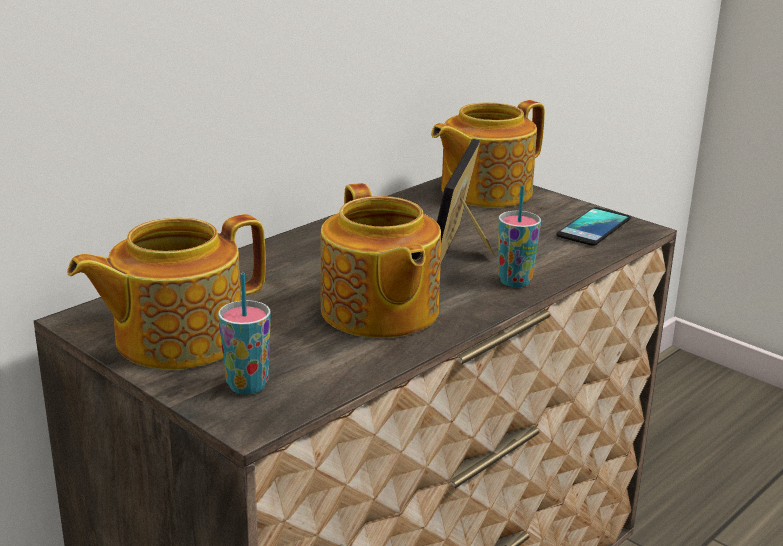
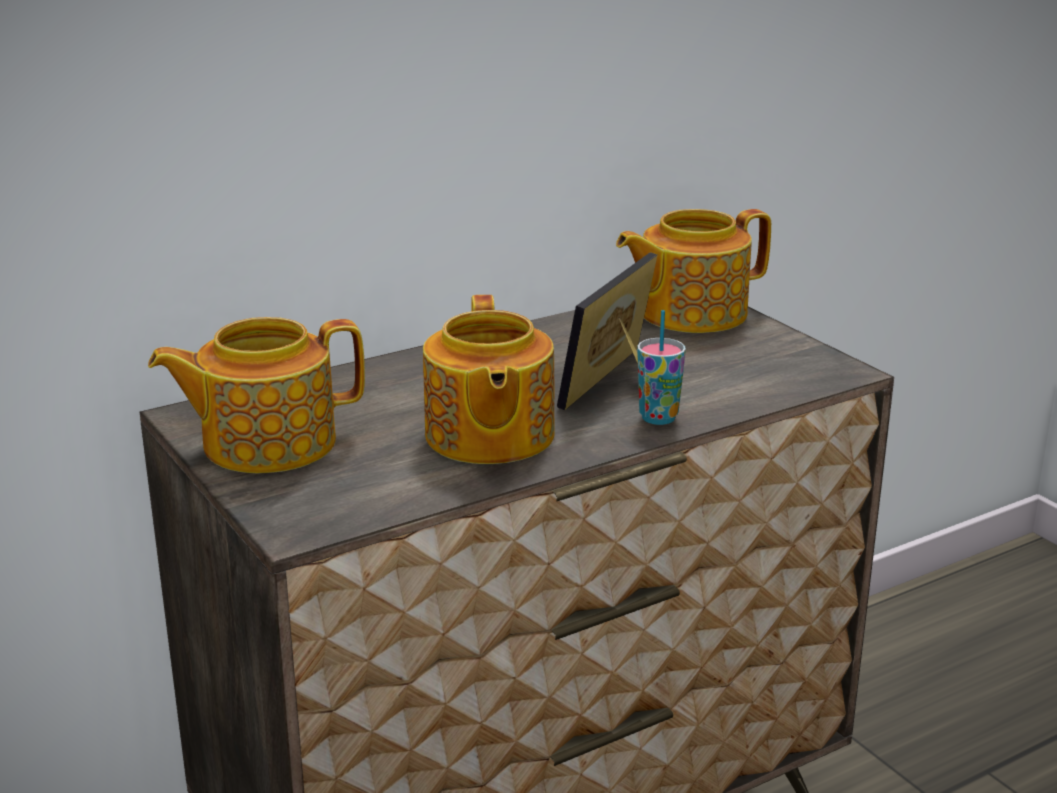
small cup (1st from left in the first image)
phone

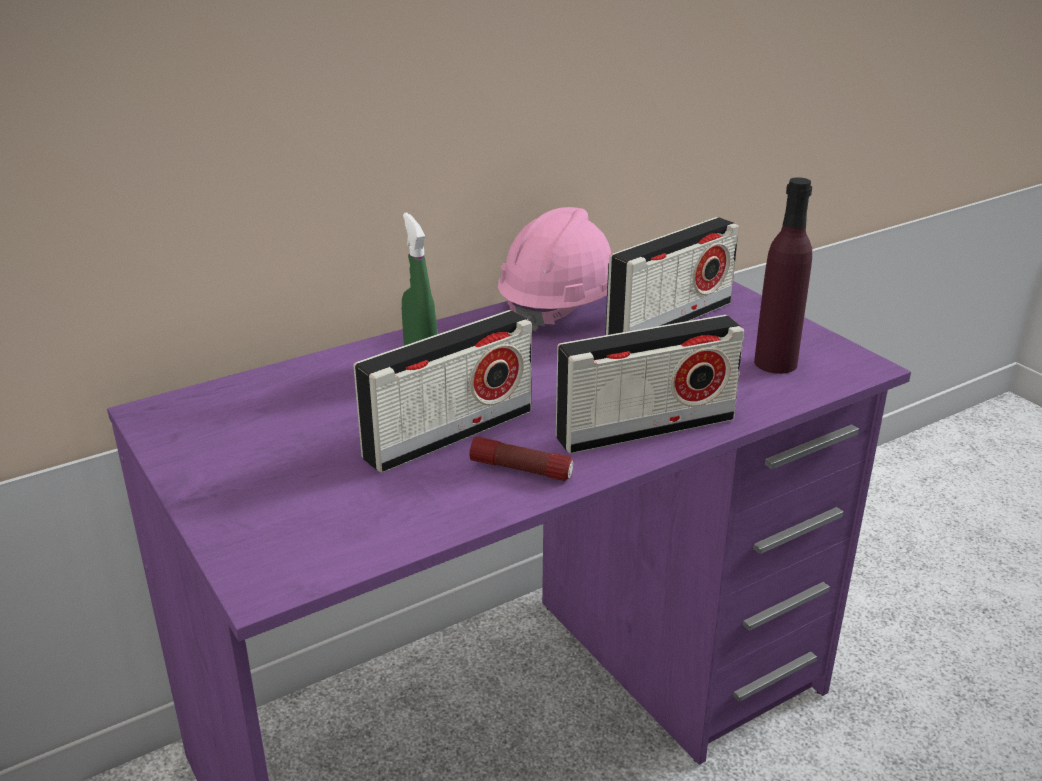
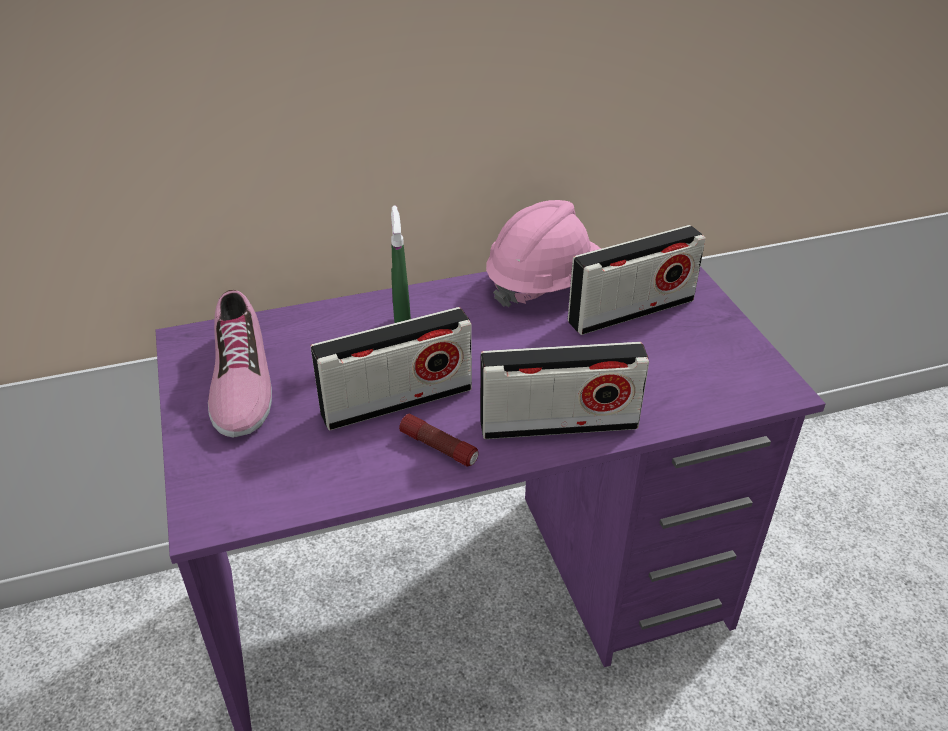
purple-coloured bottle
shoe

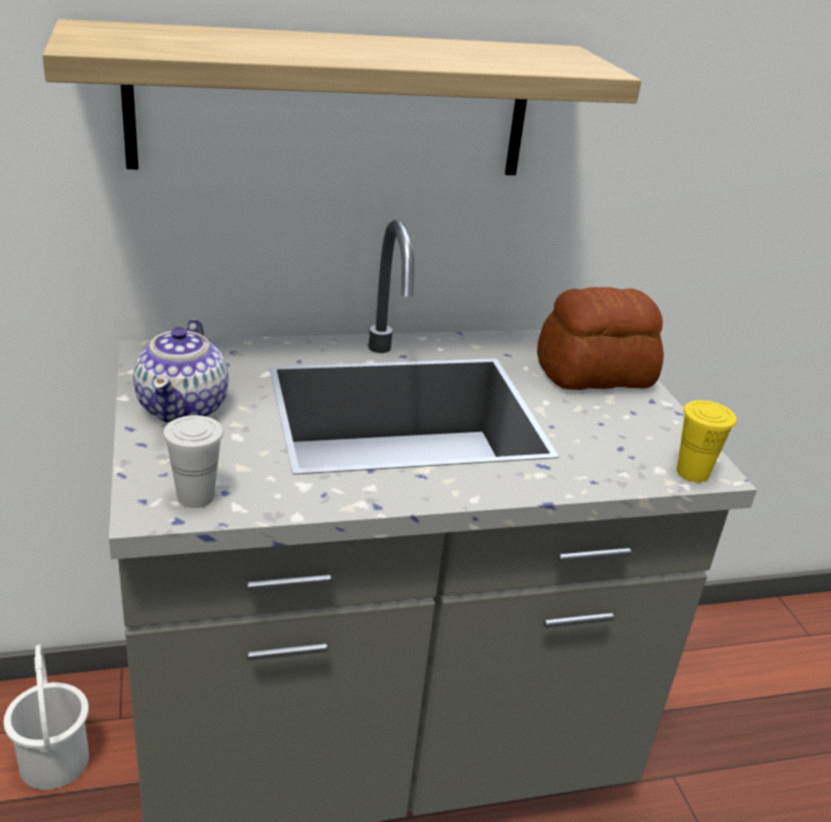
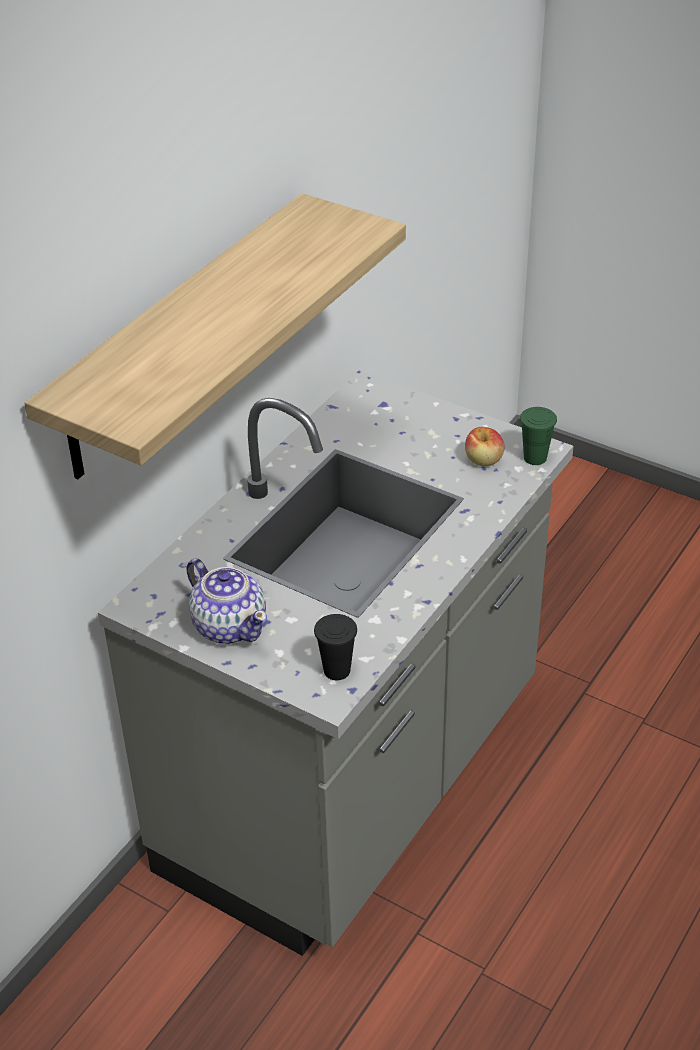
white pail
baked bread
apple
black-coloured small cup
greenish small cup

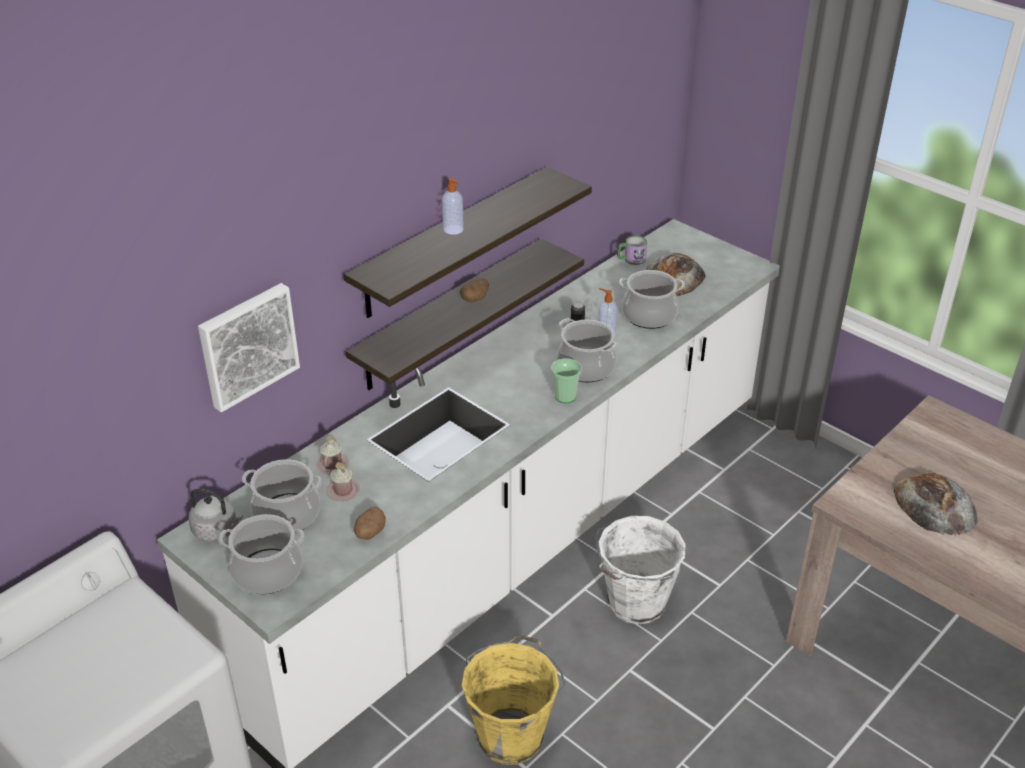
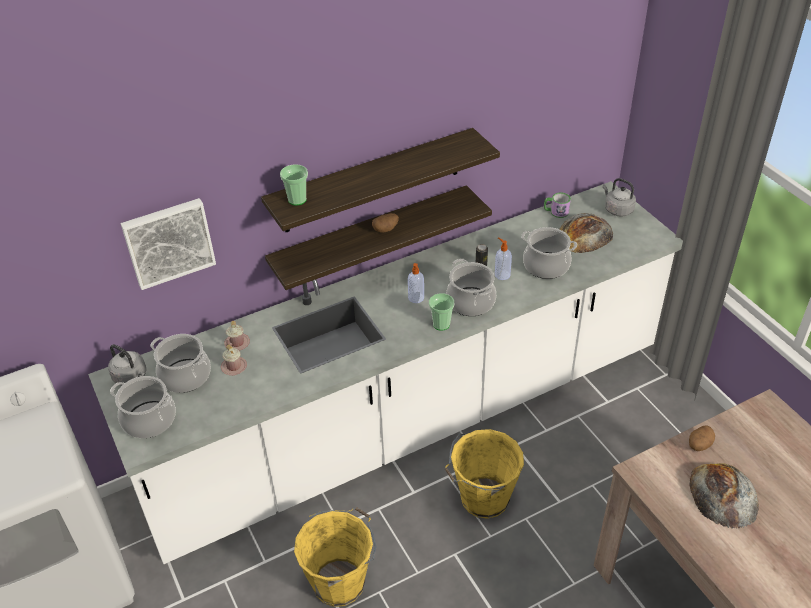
small cup (1st from left)
gray kettle (2nd from left)
spud (2nd from left)
soap bottle (1st from left)
yellow-coloured pail (2nd from left)

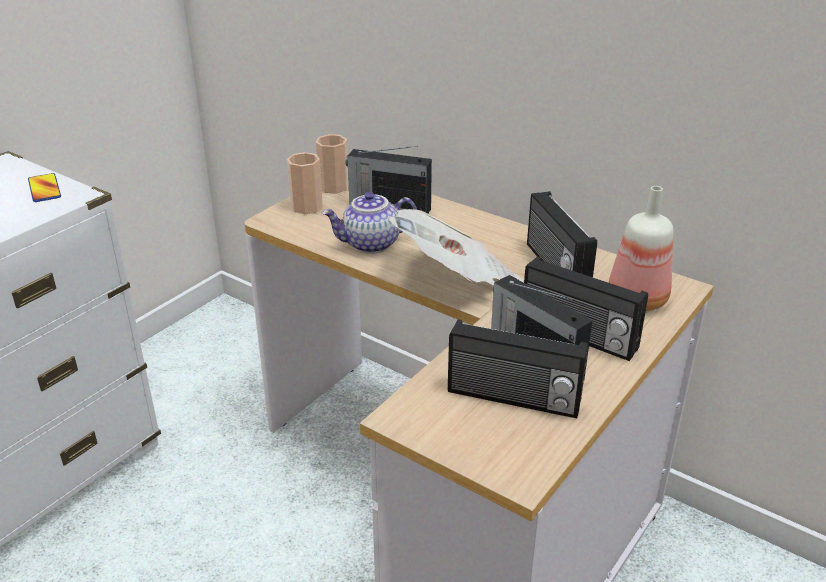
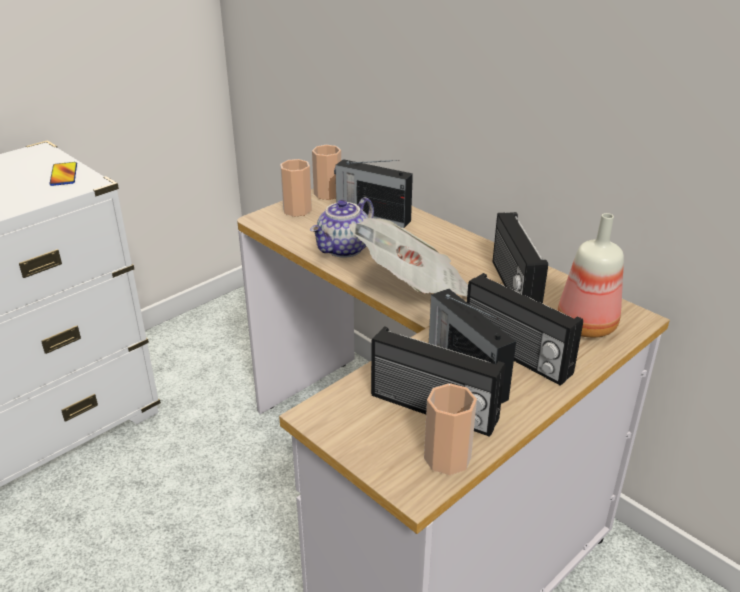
small cup (3rd from left)
pot for tea

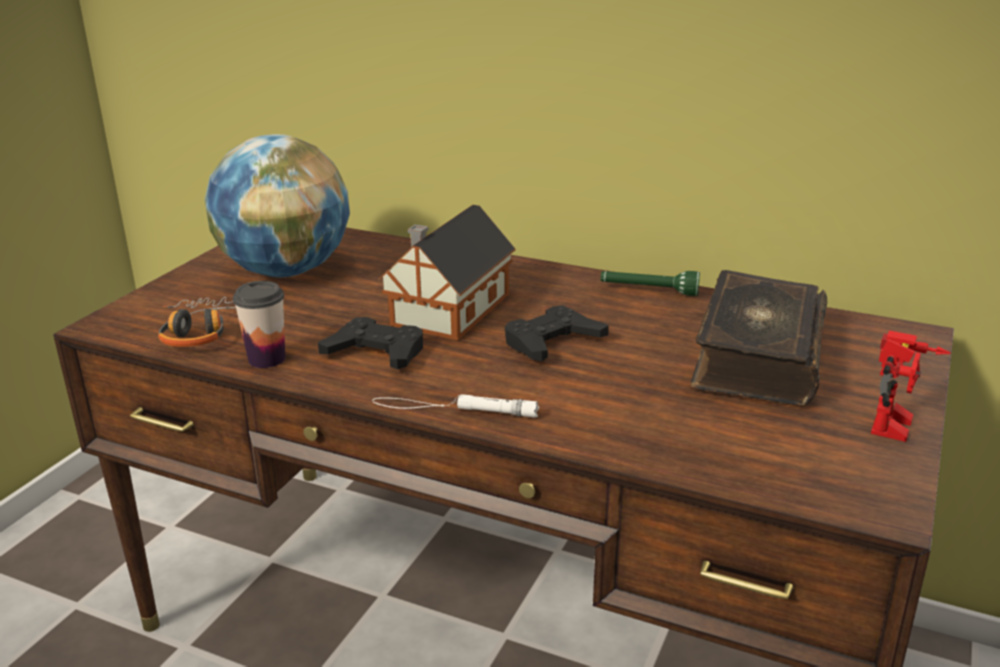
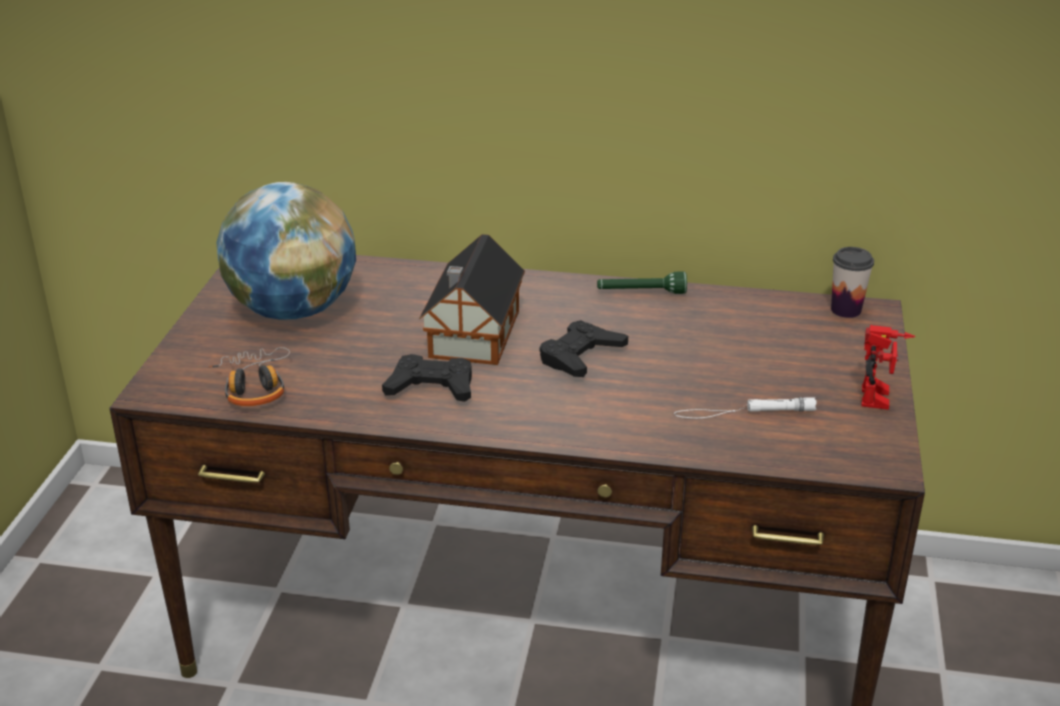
volume
small cup
white torch

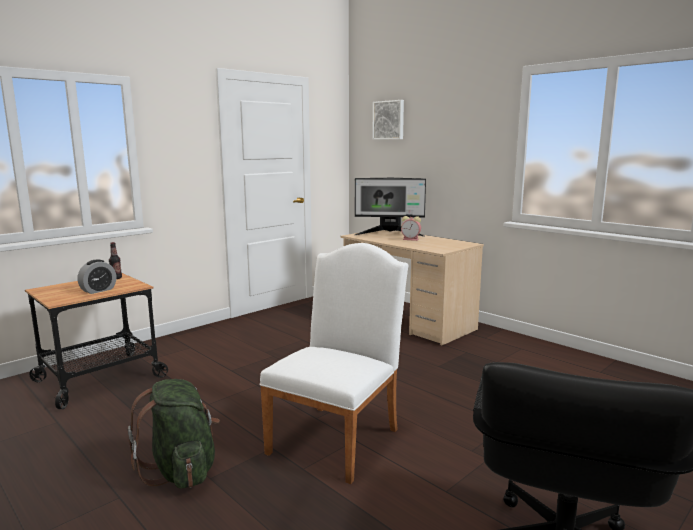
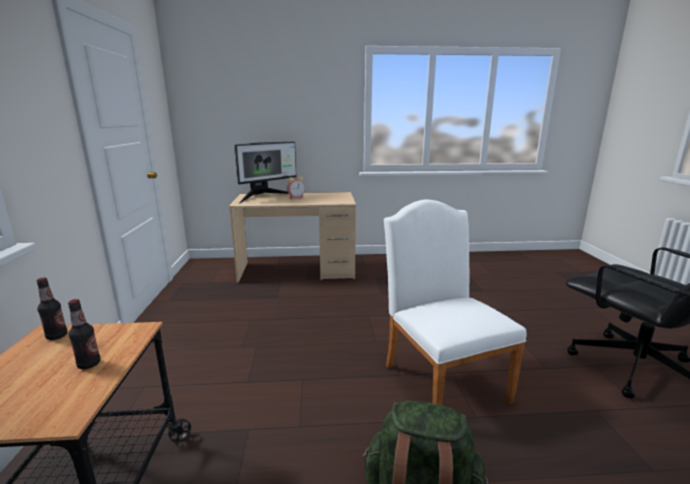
wall picture
bottle (2nd from left)

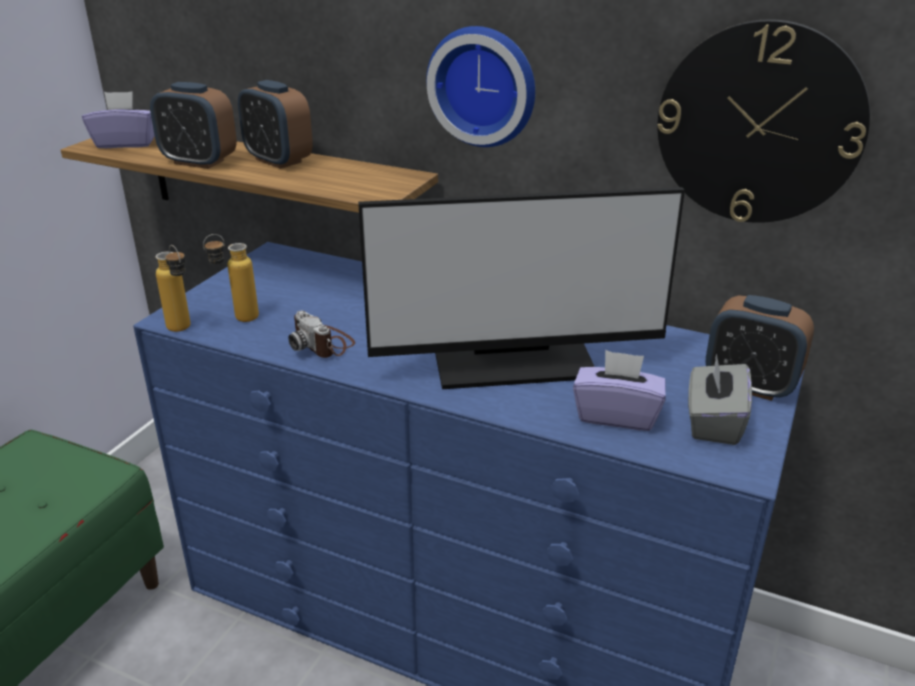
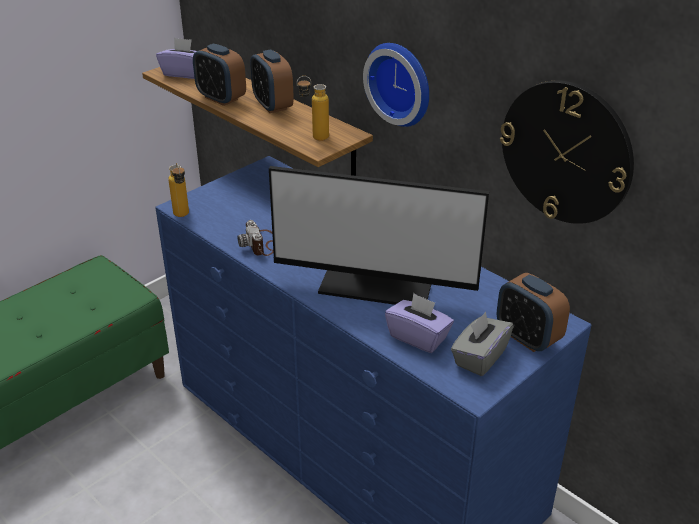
bottle (2nd from left)

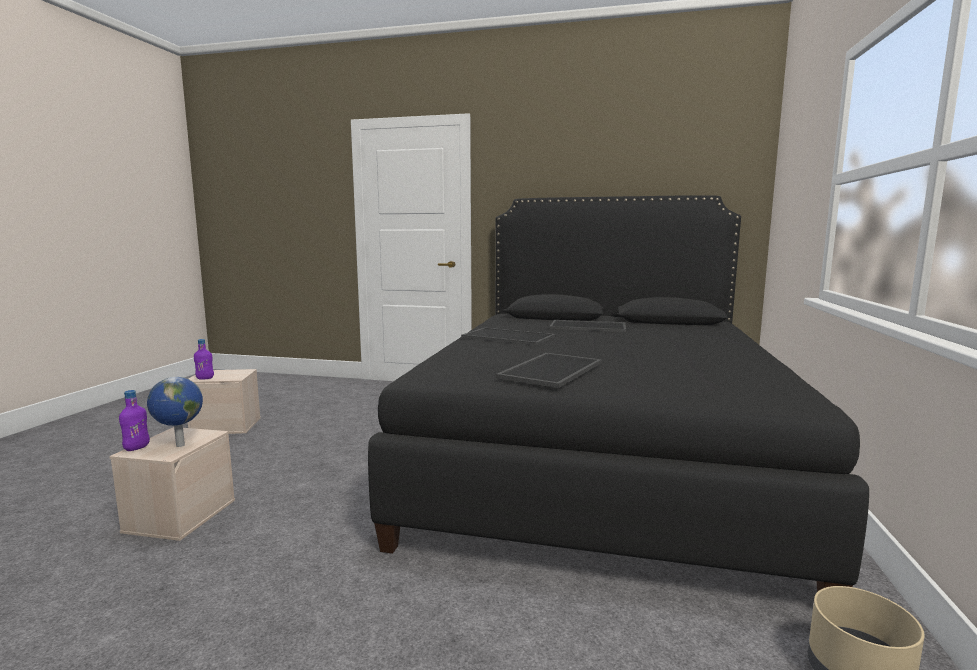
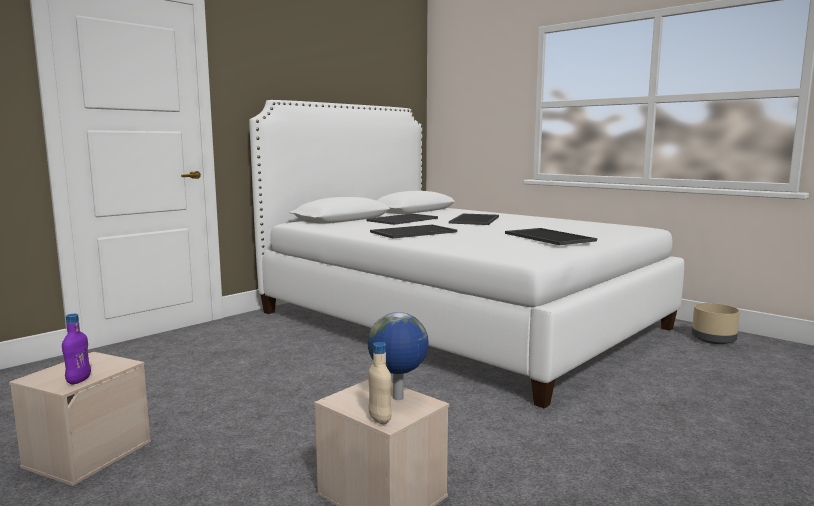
tray (3rd from left)
beige bottle
white sleeping bed

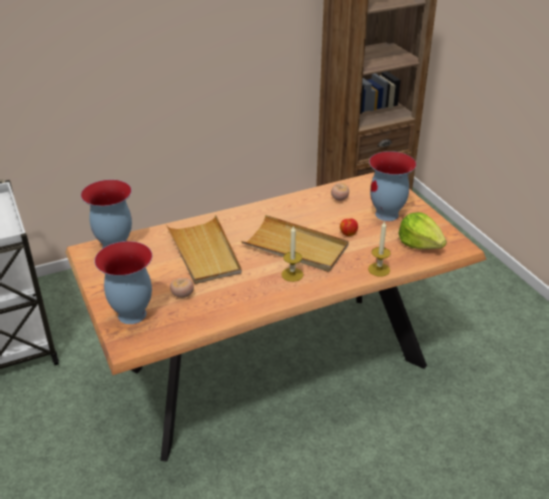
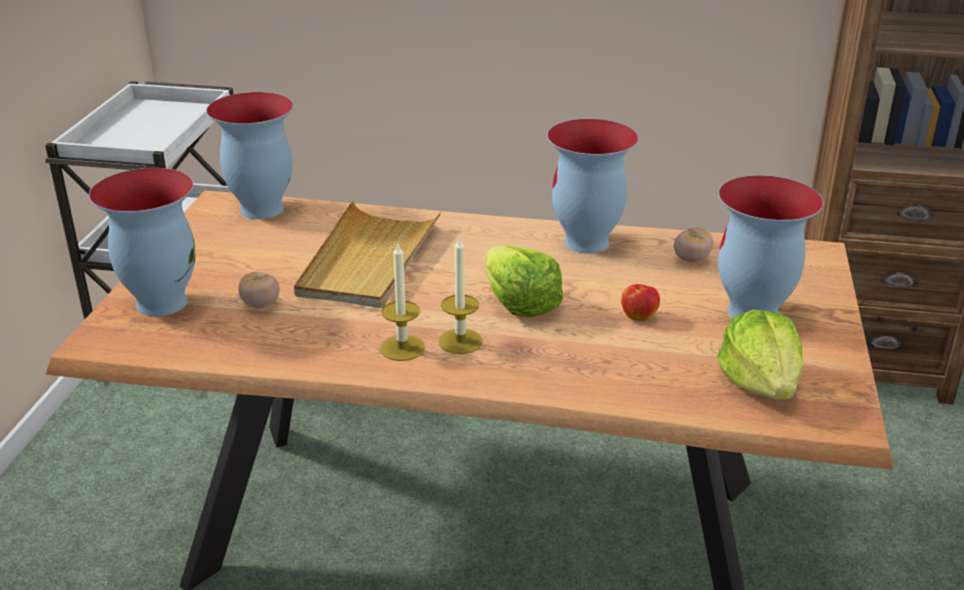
decorative vase (3rd from left)
wax light (1st from left)
head of lettuce (1st from left)

